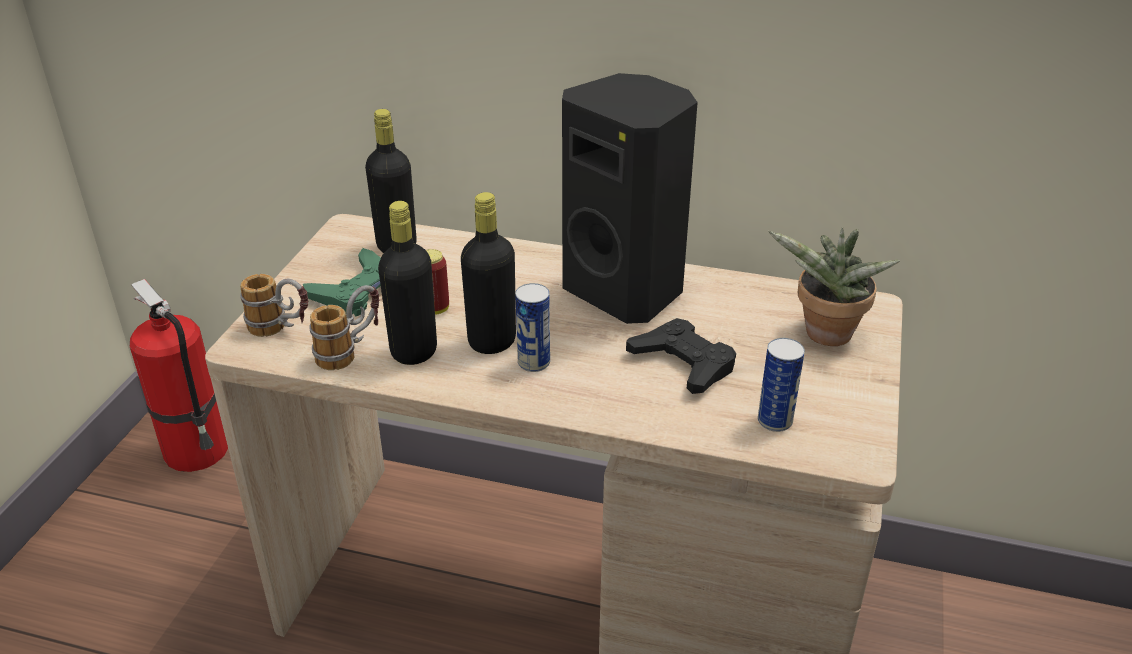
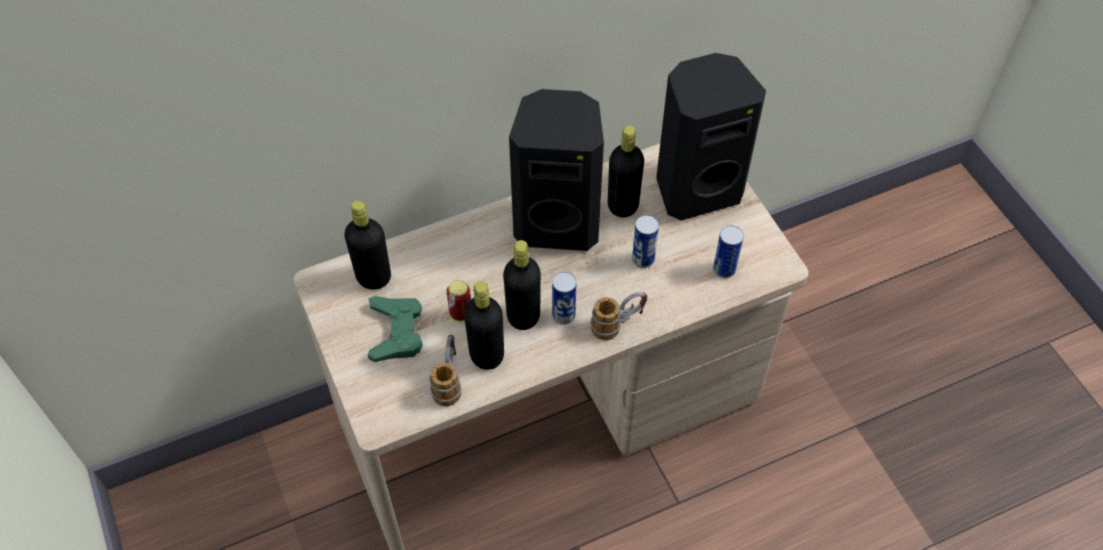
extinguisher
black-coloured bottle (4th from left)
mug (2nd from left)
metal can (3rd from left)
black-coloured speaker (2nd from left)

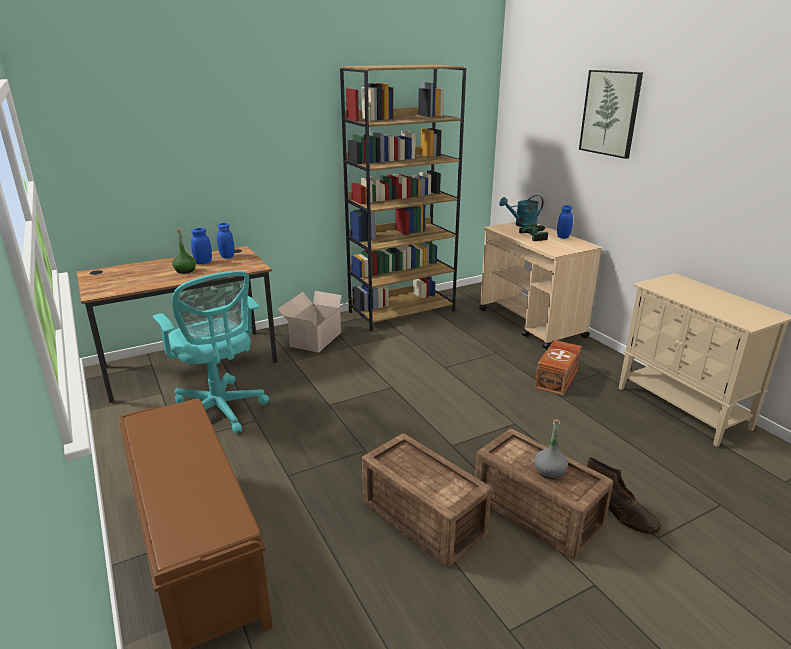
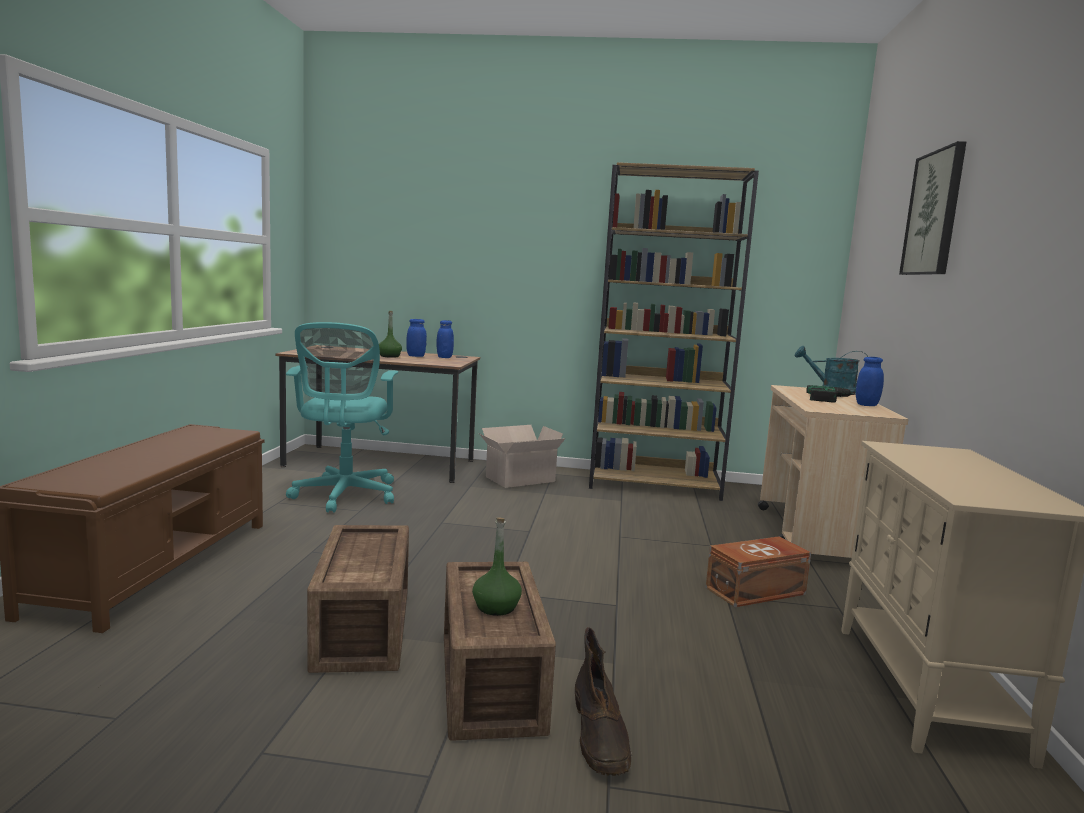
greenish bottle (2nd from left)

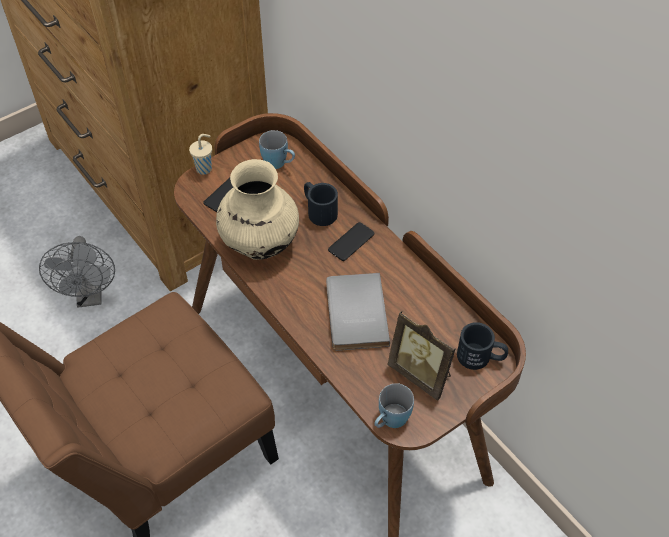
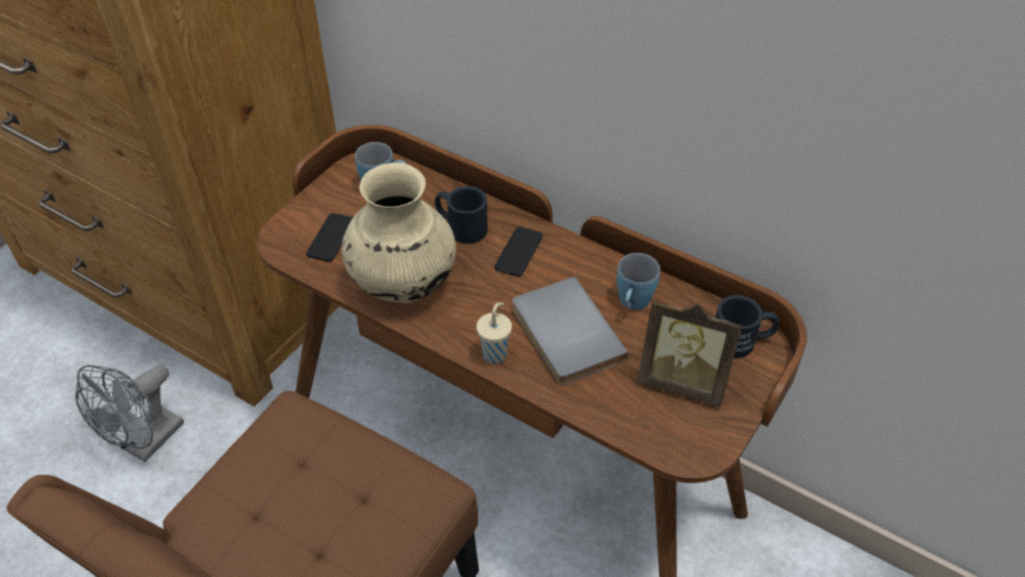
beige small cup
blue mug (2nd from left)
gray cooling fan

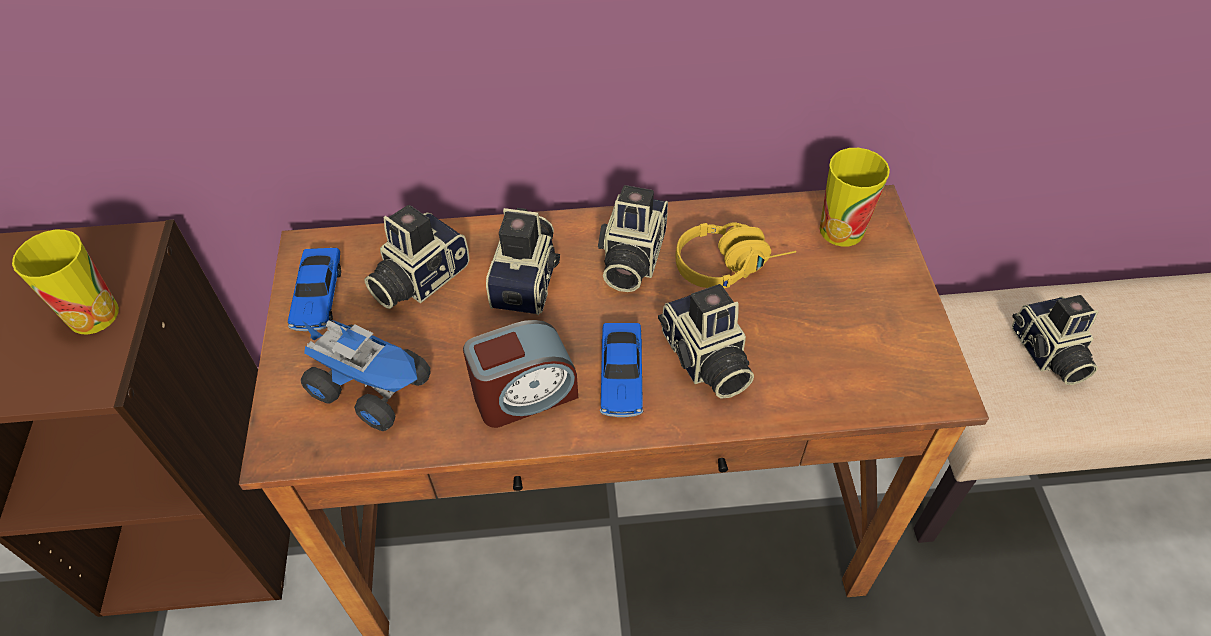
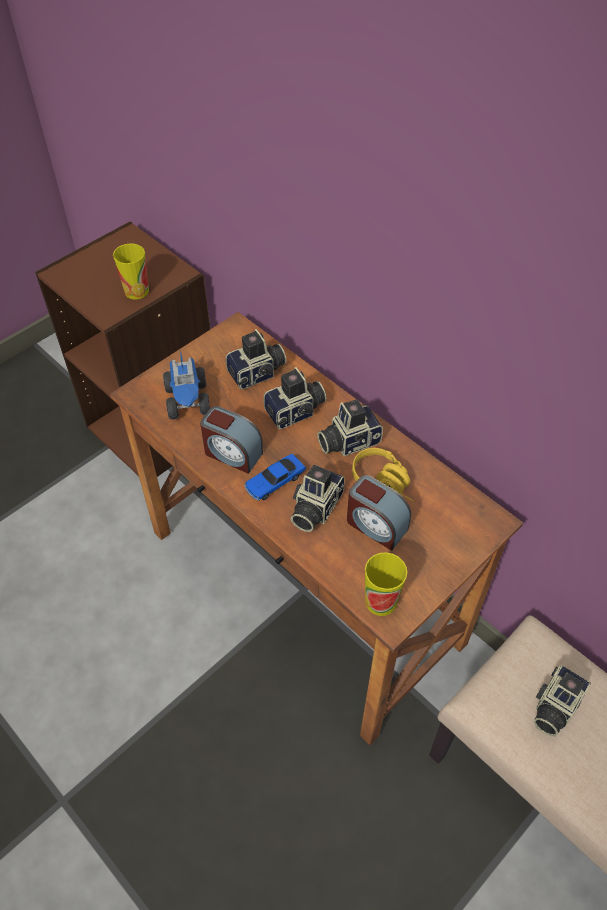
miniature car (1st from left in the first image)
alarm clock (2nd from left)
small cup (2nd from left)
still camera (1st from left)

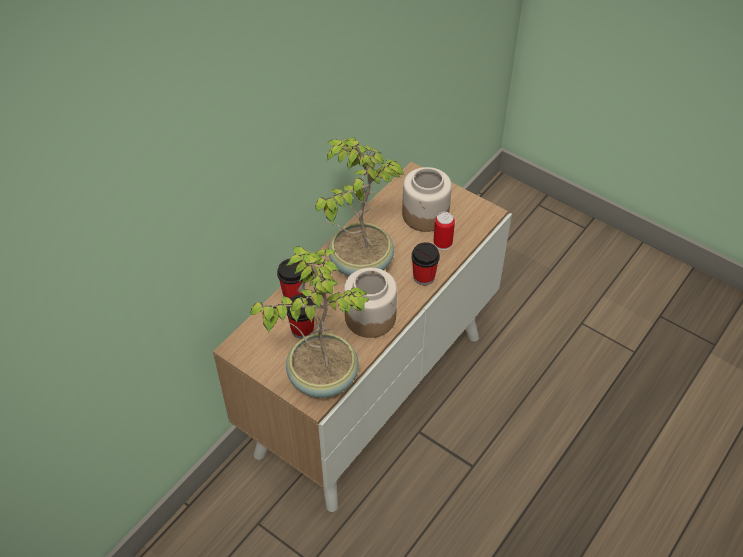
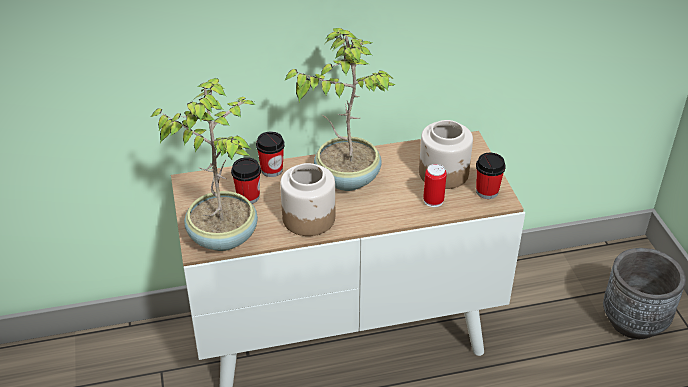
gray flower pot
small cup (3rd from left)

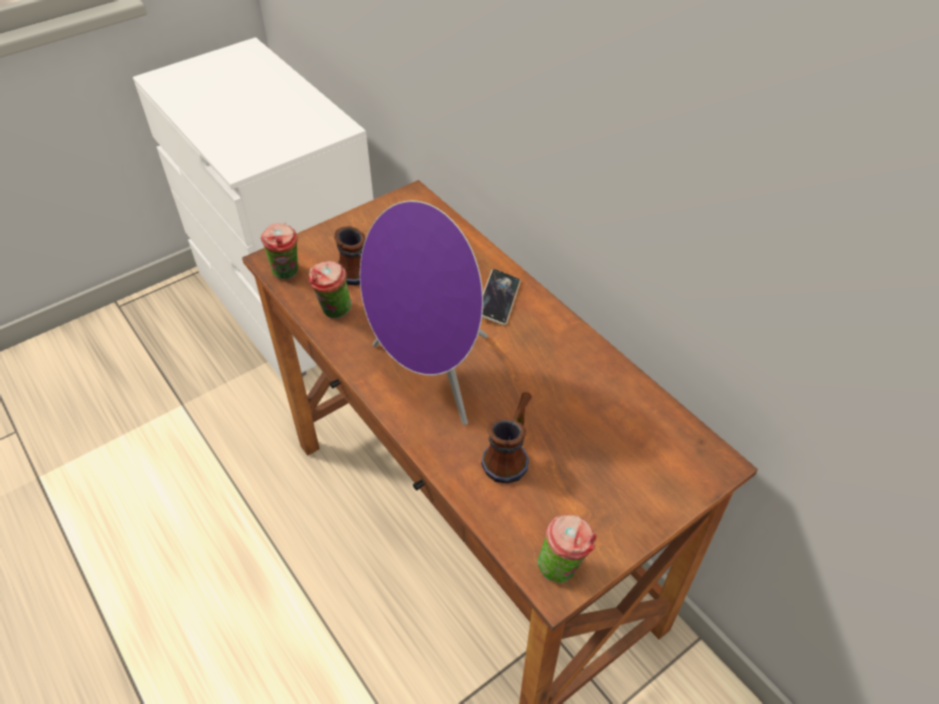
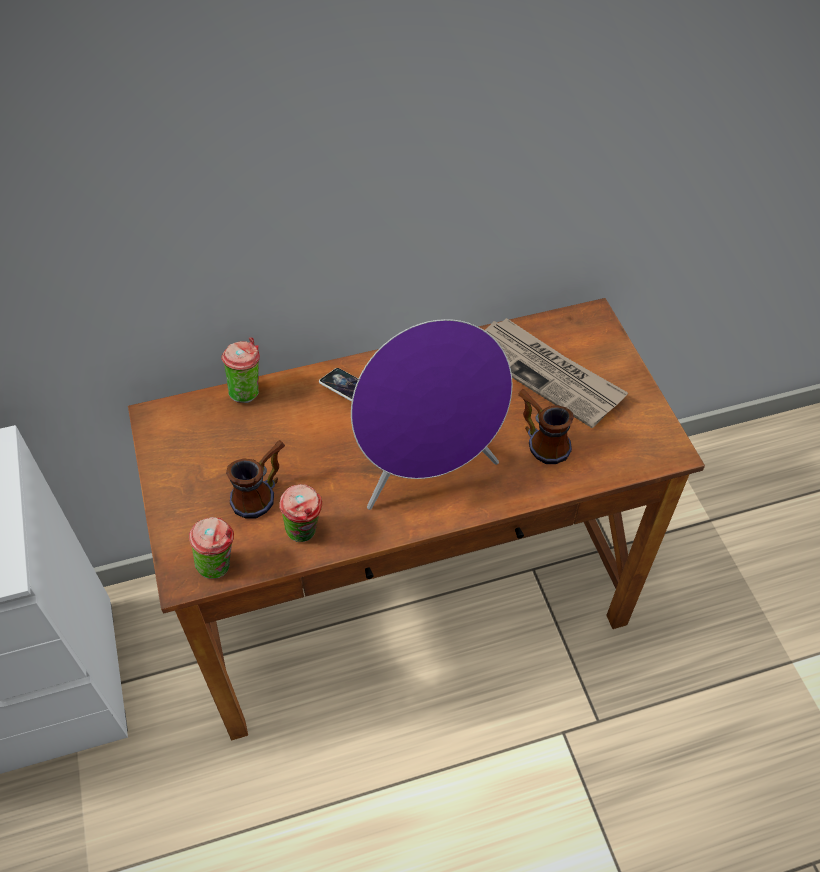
printed paper
small cup (2nd from left)

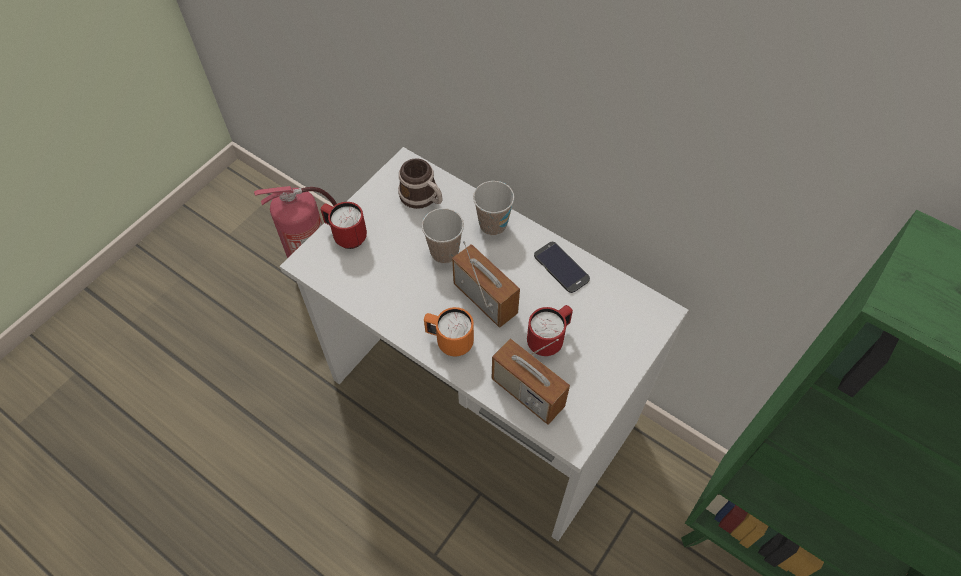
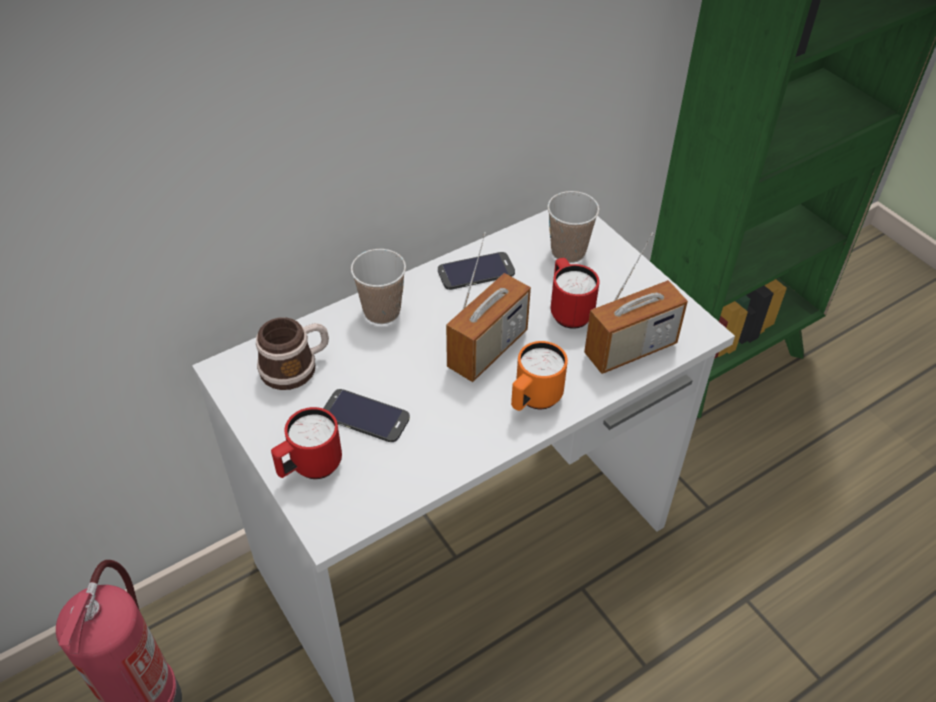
phone (1st from left)
small cup (2nd from left)
radio (1st from left)

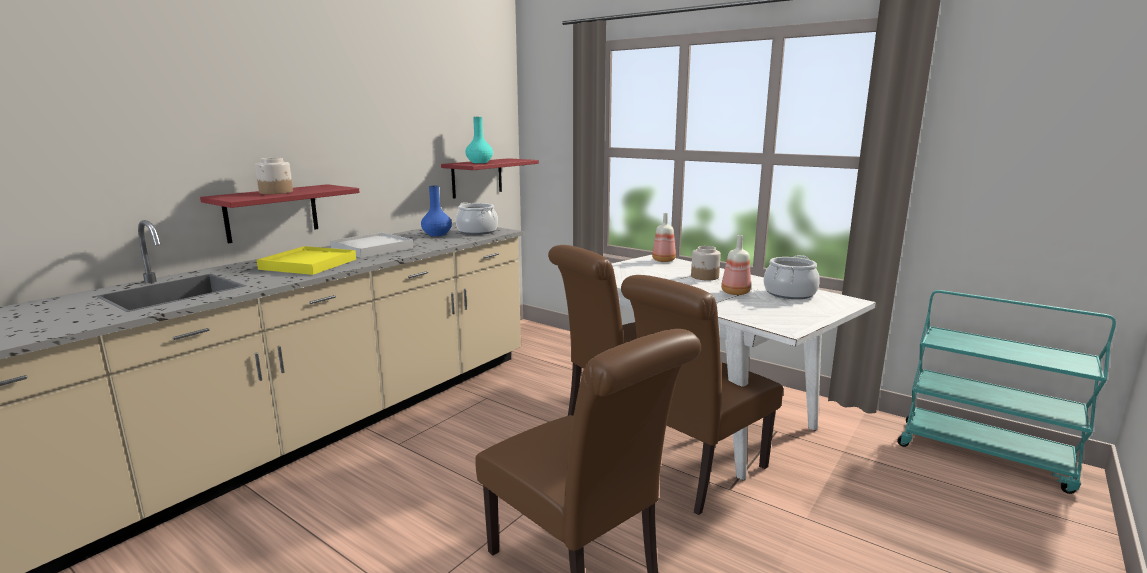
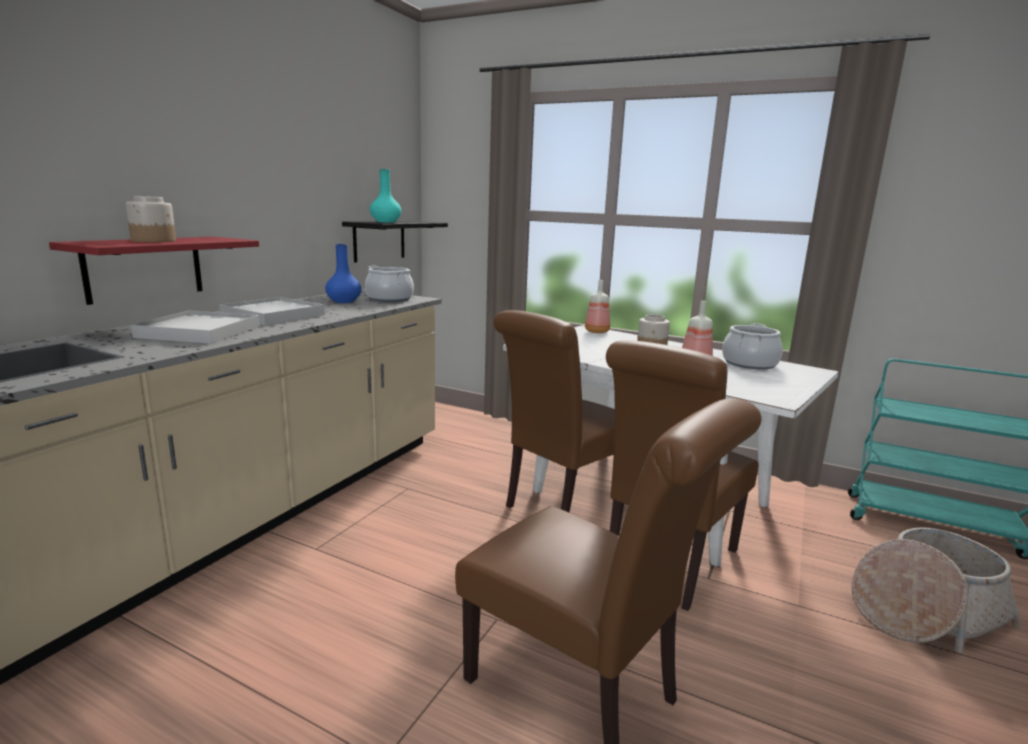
storage basket
white tray (1st from left)
black-coloured bracket shelf

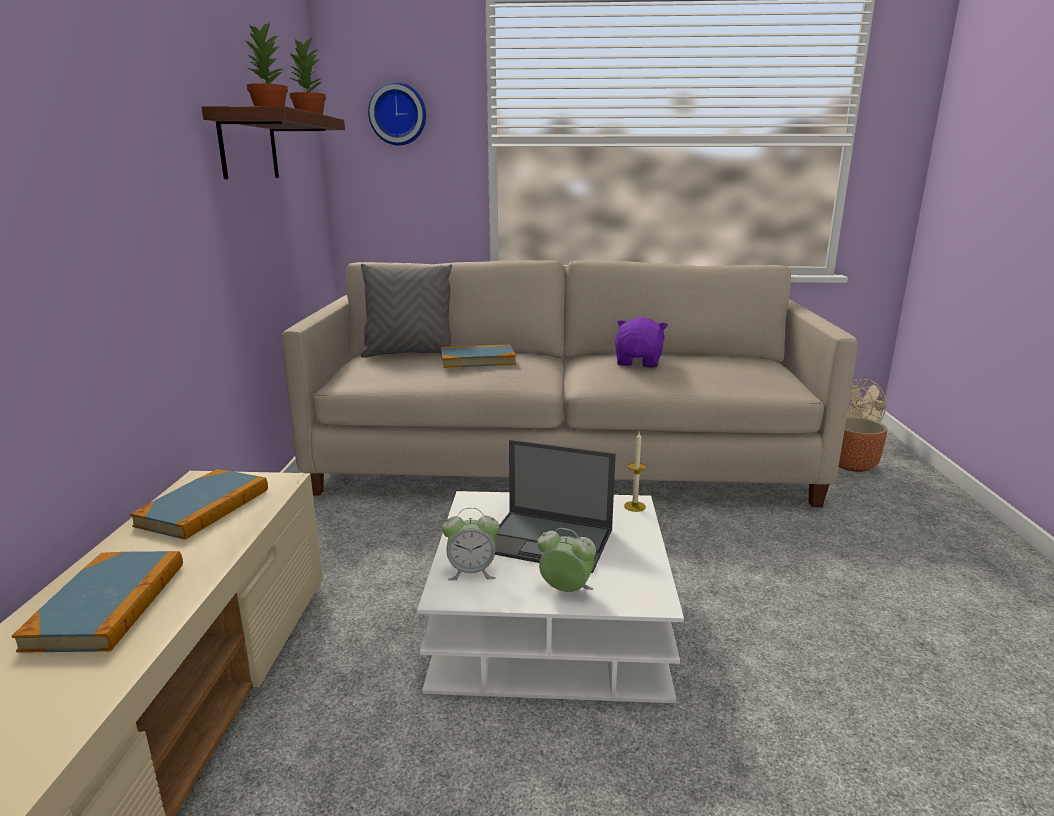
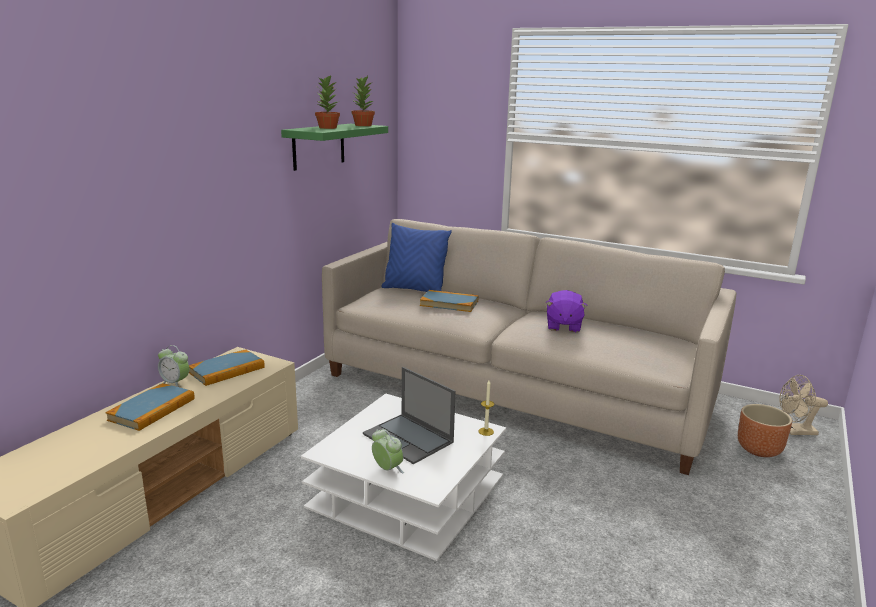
wall clock
alarm clock (1st from left)
greenish bracket shelf
blue pillow
purple-coloured plush toy

